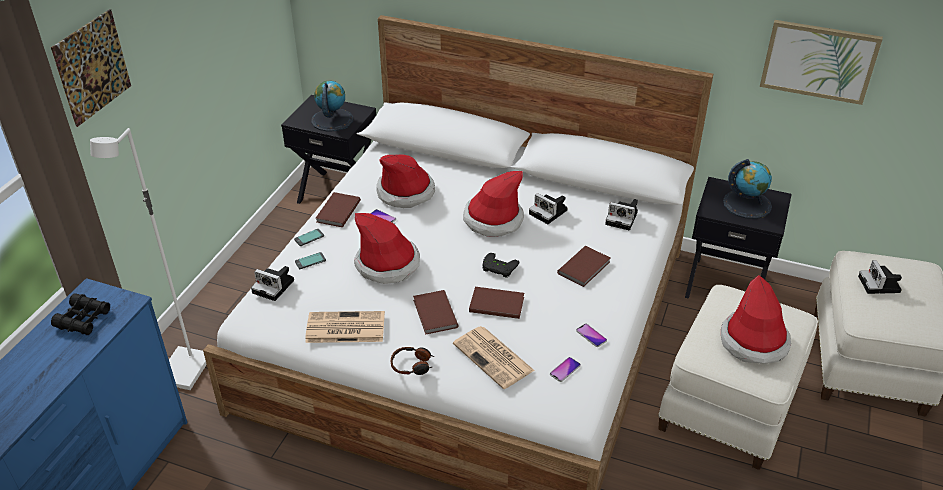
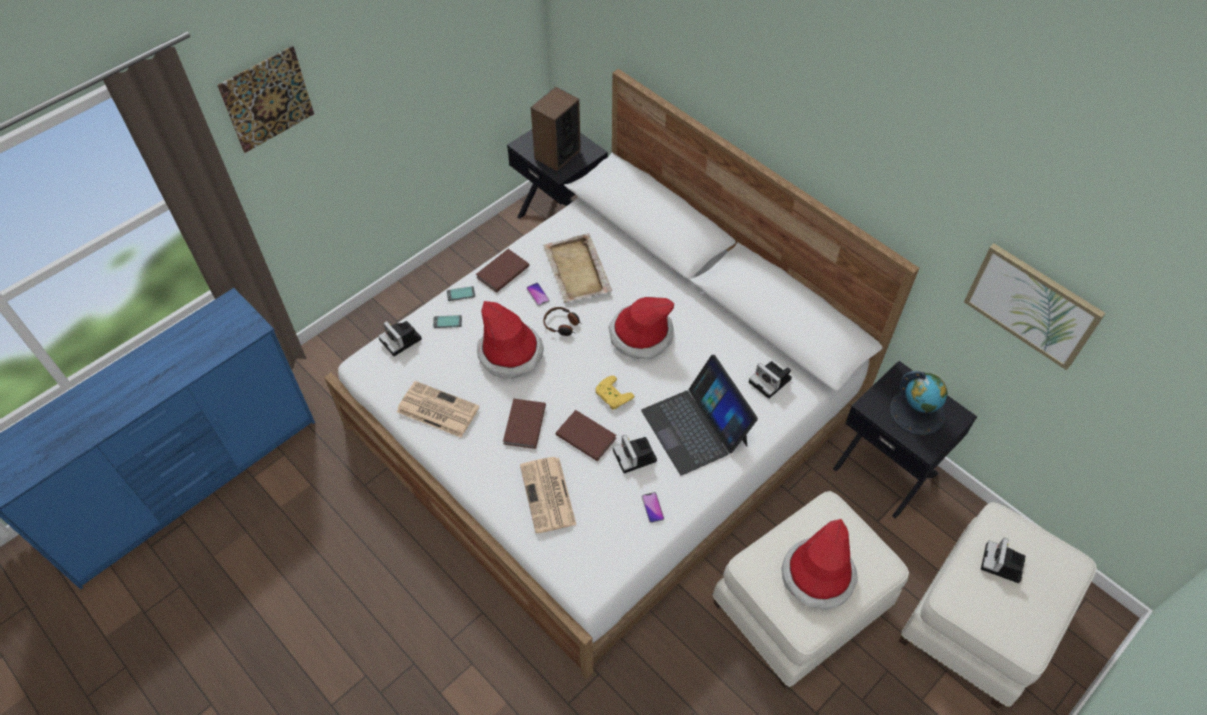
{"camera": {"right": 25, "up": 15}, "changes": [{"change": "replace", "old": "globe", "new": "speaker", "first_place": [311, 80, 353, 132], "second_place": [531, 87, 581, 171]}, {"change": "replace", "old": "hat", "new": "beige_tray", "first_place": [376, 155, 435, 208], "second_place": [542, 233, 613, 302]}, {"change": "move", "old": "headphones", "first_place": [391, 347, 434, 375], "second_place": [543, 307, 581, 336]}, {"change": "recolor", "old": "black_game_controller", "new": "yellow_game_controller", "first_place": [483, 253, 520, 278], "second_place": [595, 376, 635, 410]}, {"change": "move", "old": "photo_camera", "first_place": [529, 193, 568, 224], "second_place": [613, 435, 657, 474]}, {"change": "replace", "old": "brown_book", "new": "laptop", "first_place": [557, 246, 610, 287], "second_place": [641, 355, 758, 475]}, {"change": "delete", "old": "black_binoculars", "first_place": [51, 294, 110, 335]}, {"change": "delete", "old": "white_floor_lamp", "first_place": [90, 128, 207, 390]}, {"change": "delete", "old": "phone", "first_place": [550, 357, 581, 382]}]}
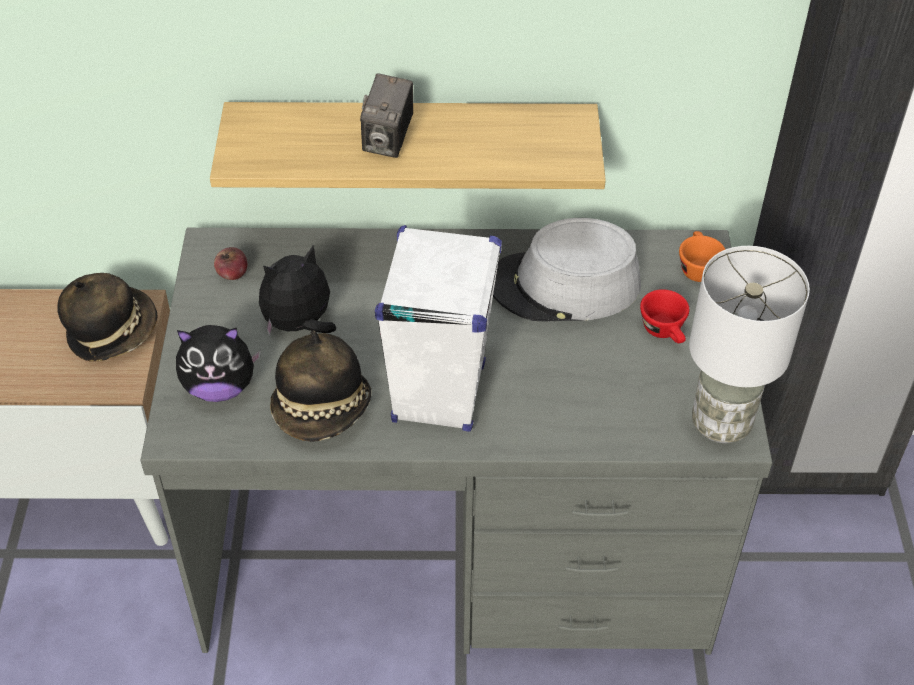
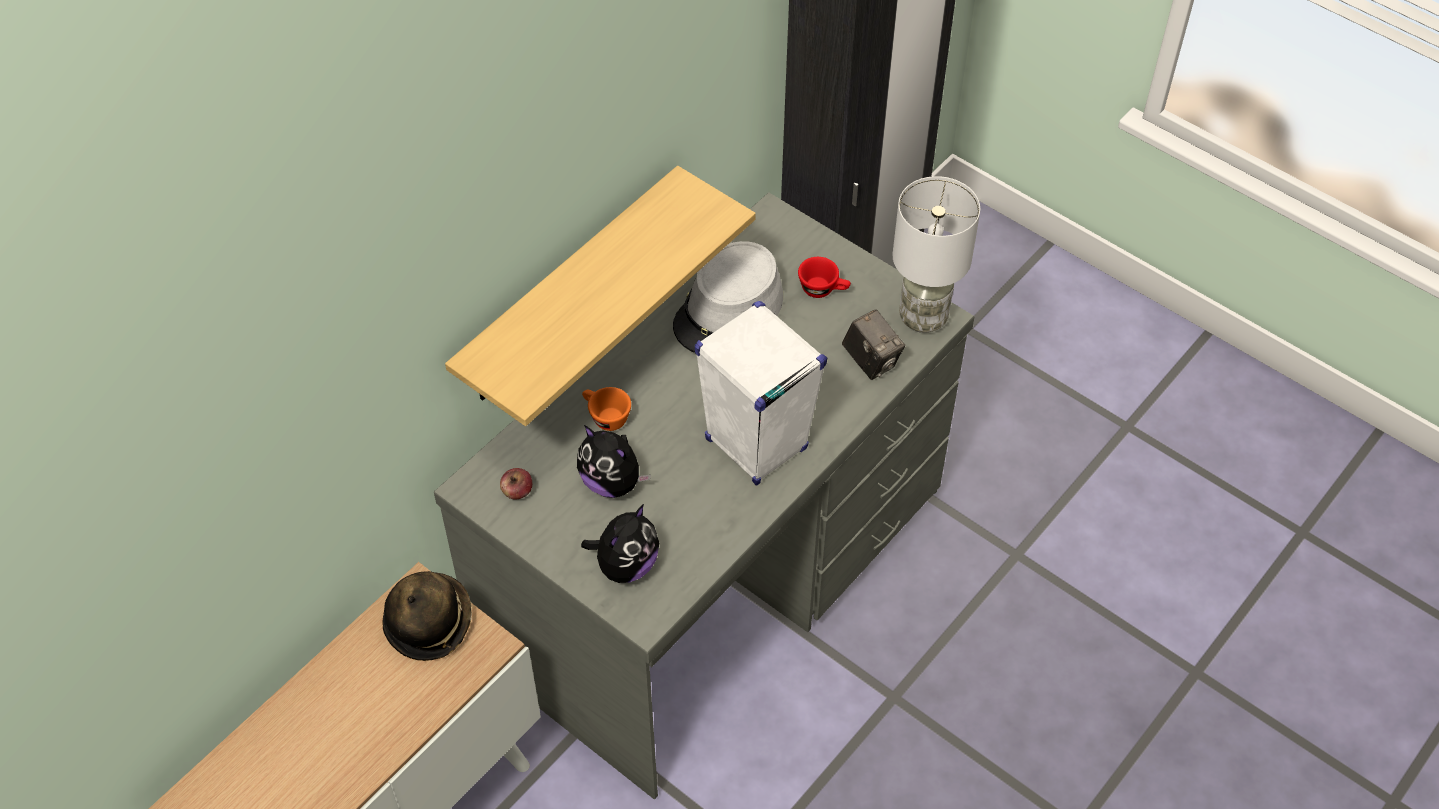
{"camera": {"right": -50, "up": 5}, "changes": [{"change": "rotate", "old": "plush_toy", "first_place": [259, 246, 336, 337], "second_place": [577, 425, 651, 498], "degrees": -60}, {"change": "move", "old": "orange_cup", "first_place": [679, 231, 726, 282], "second_place": [582, 387, 631, 431]}, {"change": "move", "old": "photo_camera", "first_place": [360, 73, 413, 158], "second_place": [842, 309, 905, 380]}, {"change": "delete", "old": "hat", "first_place": [270, 330, 371, 441]}]}
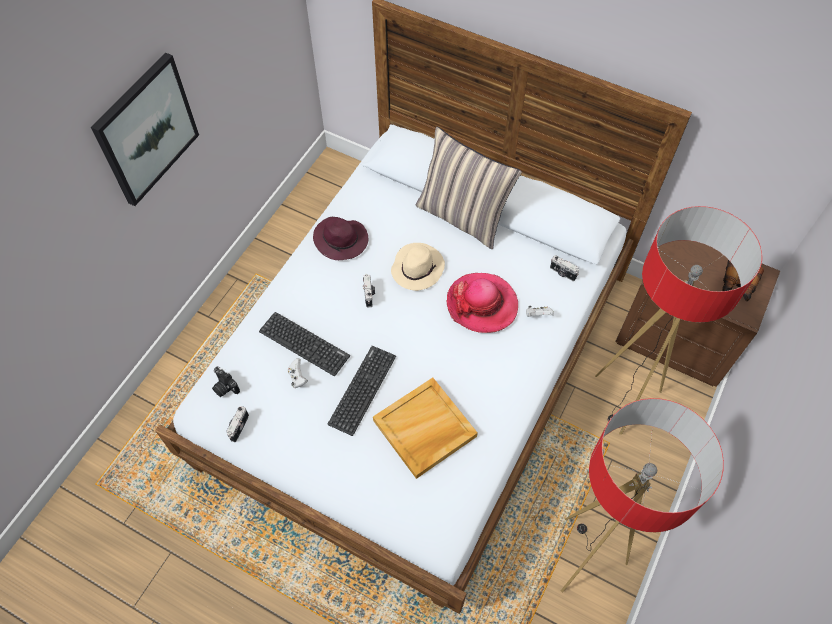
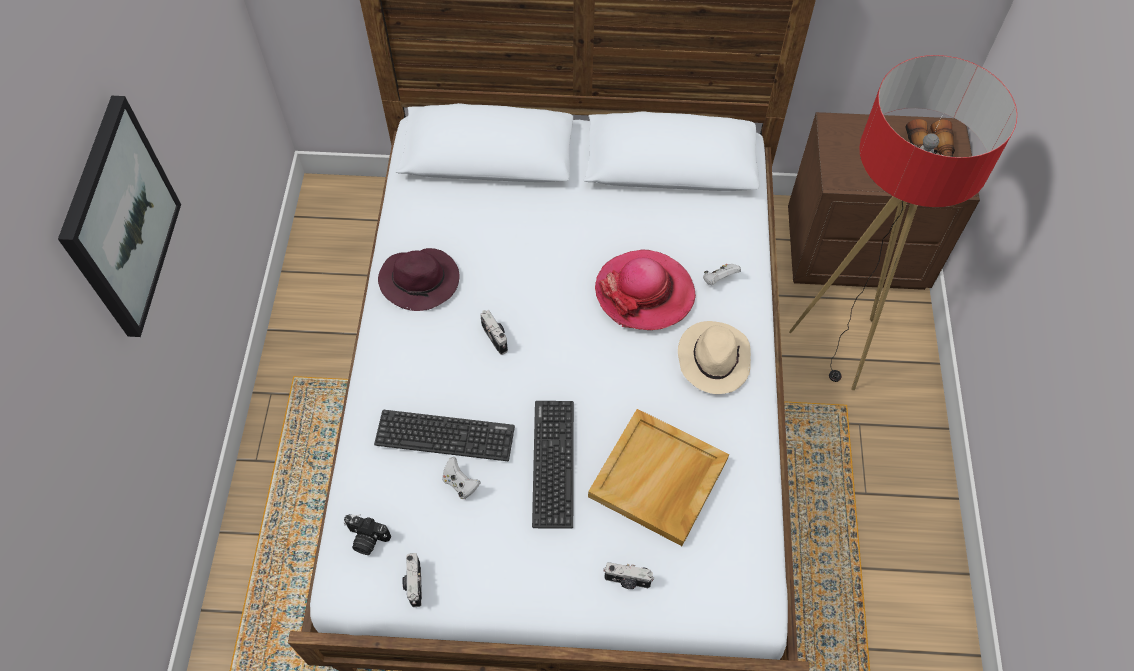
{"camera": {"right": -25, "up": 0}, "changes": [{"change": "move", "old": "photo_camera", "first_place": [550, 255, 579, 281], "second_place": [603, 562, 654, 589]}, {"change": "move", "old": "beige_hat", "first_place": [391, 243, 445, 291], "second_place": [678, 321, 751, 394]}, {"change": "delete", "old": "pillow", "first_place": [416, 127, 522, 249]}, {"change": "delete", "old": "floor_lamp", "first_place": [561, 398, 724, 593]}]}
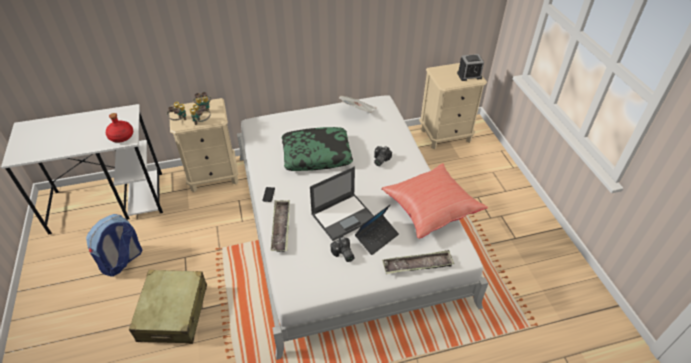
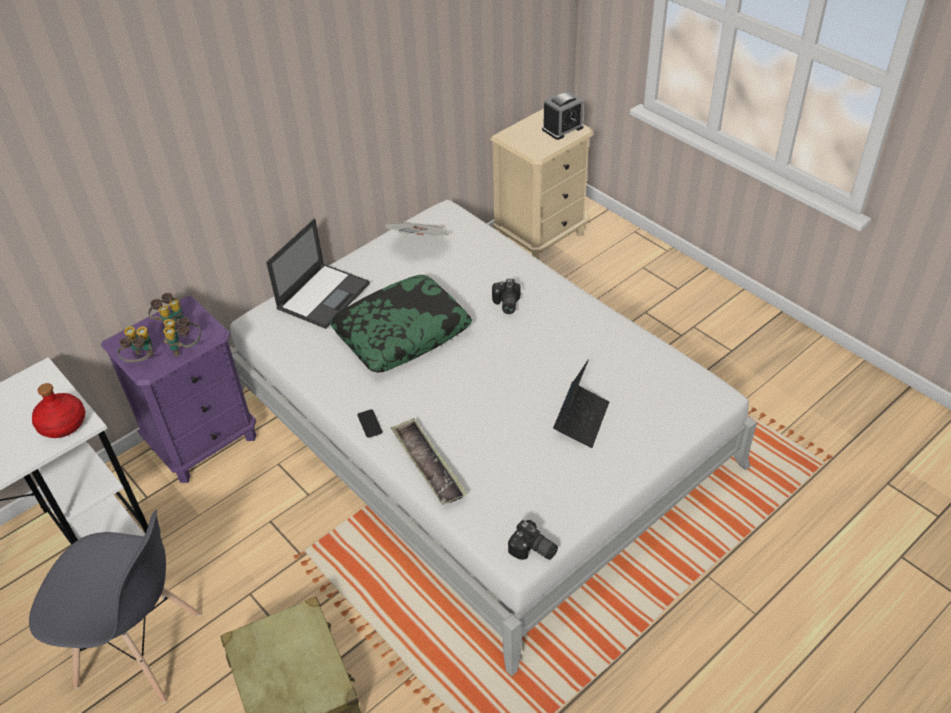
{"camera": {"right": -25, "up": 0}, "changes": [{"change": "replace", "old": "backpack", "new": "grey_chair", "first_place": [86, 214, 142, 276], "second_place": [29, 510, 200, 703]}, {"change": "recolor", "old": "beige_nightstand", "new": "purple_nightstand", "first_place": [169, 98, 239, 192], "second_place": [101, 295, 256, 483]}, {"change": "move", "old": "laptop", "first_place": [310, 167, 374, 241], "second_place": [266, 218, 370, 329]}, {"change": "move", "old": "photo_camera", "first_place": [331, 236, 354, 262], "second_place": [508, 520, 558, 560]}, {"change": "delete", "old": "red_pillow", "first_place": [381, 163, 488, 239]}, {"change": "delete", "old": "tray", "first_place": [382, 250, 454, 274]}]}
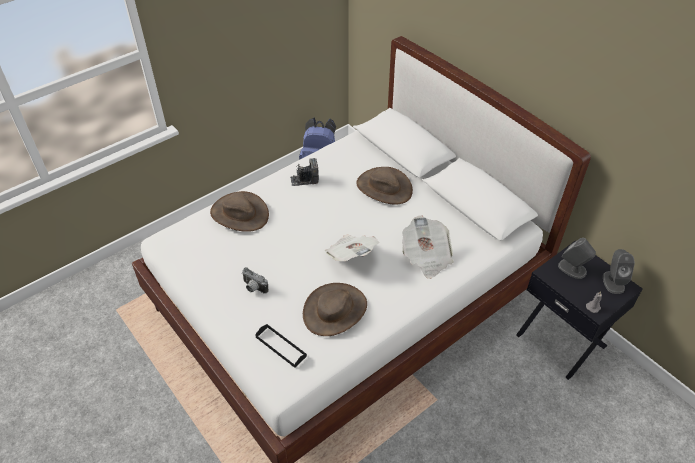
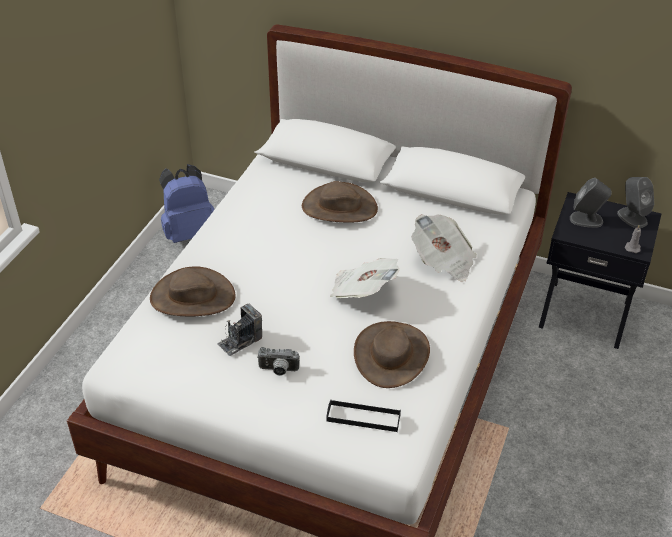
{"camera": {"right": -30, "up": -5}, "changes": [{"change": "move", "old": "photo_camera", "first_place": [291, 158, 319, 186], "second_place": [217, 304, 262, 356]}]}
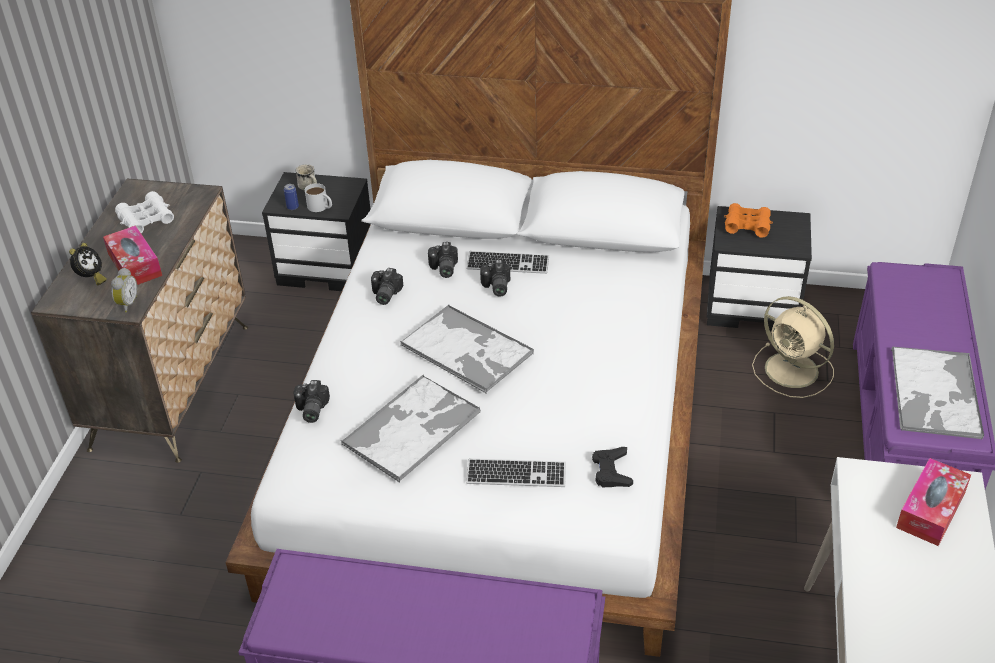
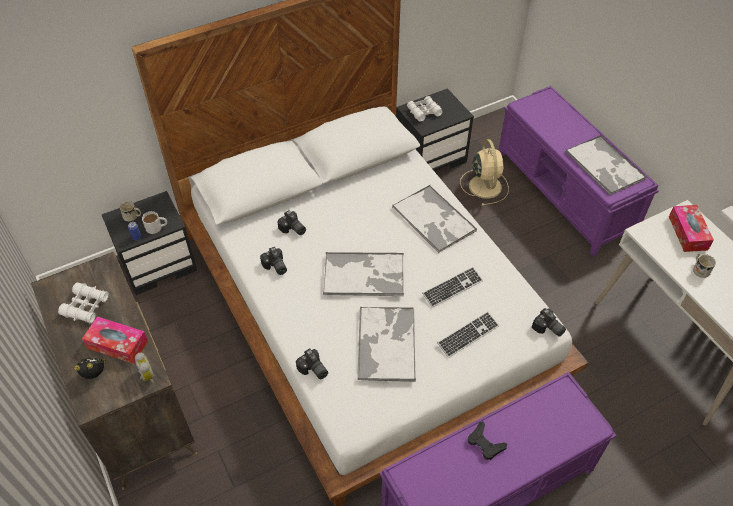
{"camera": {"right": -40, "up": 10}, "changes": [{"change": "rotate", "old": "alarm_clock", "first_place": [69, 243, 107, 285], "second_place": [74, 357, 106, 379], "degrees": -75}, {"change": "insert", "new": "tray", "second_place": [392, 185, 477, 253]}, {"change": "recolor", "old": "orange_binoculars", "new": "white_binoculars", "first_place": [724, 203, 773, 238], "second_place": [407, 96, 443, 122]}, {"change": "move", "old": "keyboard", "first_place": [467, 251, 549, 274], "second_place": [422, 267, 483, 308]}, {"change": "rotate", "old": "beige_fan", "first_place": [752, 296, 834, 398], "second_place": [460, 139, 509, 206], "degrees": -105}, {"change": "move", "old": "black_game_controller", "first_place": [592, 447, 633, 487], "second_place": [468, 421, 507, 460]}, {"change": "move", "old": "photo_camera", "first_place": [480, 259, 510, 297], "second_place": [532, 308, 566, 337]}, {"change": "insert", "new": "white_mug", "second_place": [693, 253, 716, 278]}]}
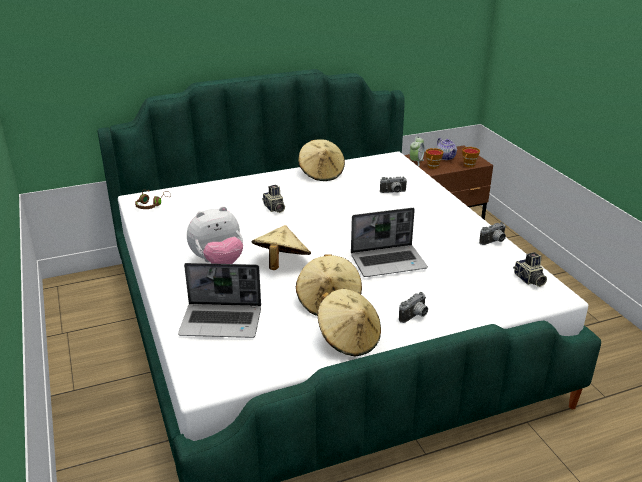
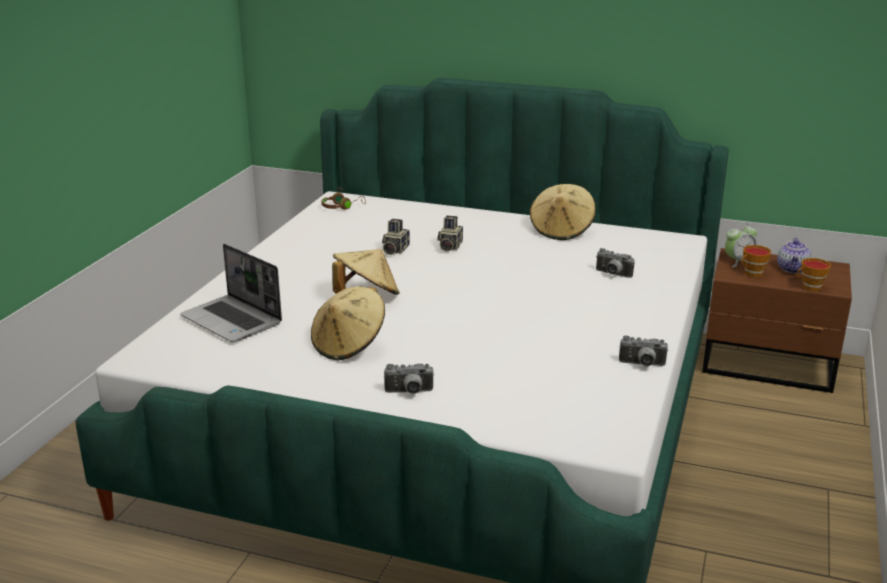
{"camera": {"right": 40, "up": -5}, "changes": [{"change": "move", "old": "photo_camera", "first_place": [513, 252, 547, 287], "second_place": [382, 219, 410, 255]}, {"change": "delete", "old": "plush_toy", "first_place": [187, 206, 243, 264]}, {"change": "delete", "old": "beige_hat", "first_place": [318, 289, 381, 356]}, {"change": "delete", "old": "laptop", "first_place": [351, 208, 428, 277]}]}
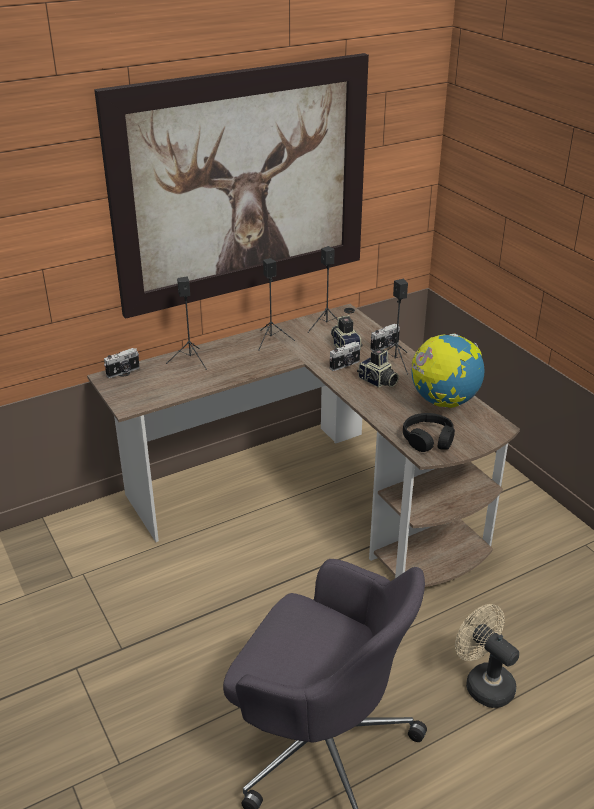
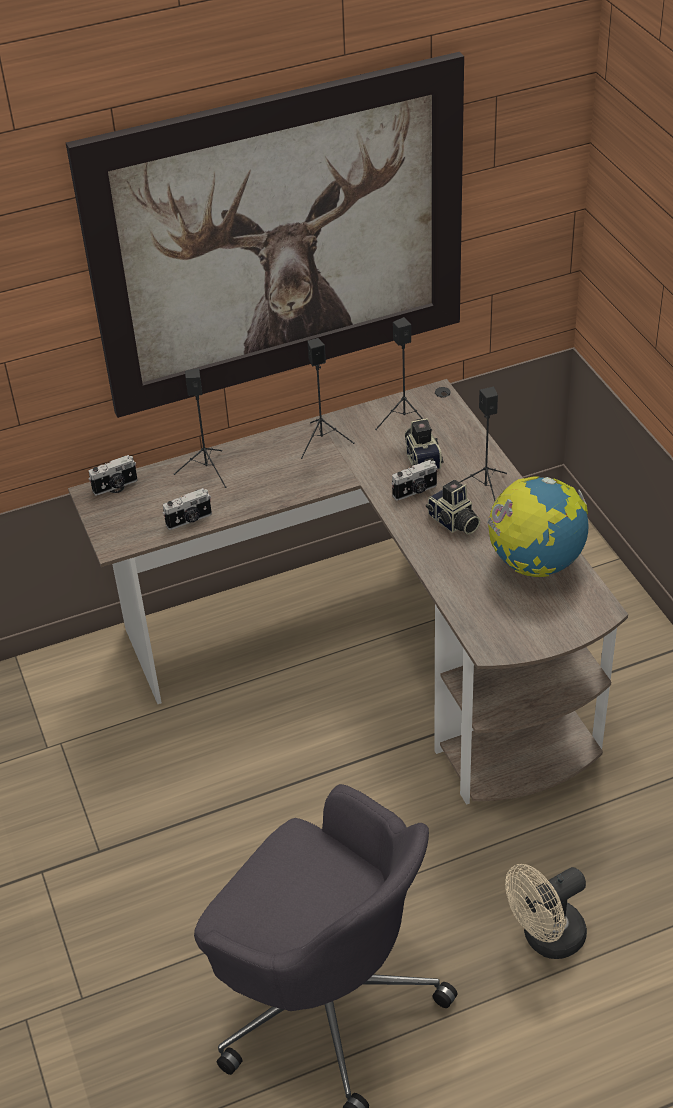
{"camera": {"right": 10, "up": 10}, "changes": [{"change": "move", "old": "photo_camera", "first_place": [370, 324, 400, 351], "second_place": [163, 488, 212, 530]}, {"change": "rotate", "old": "beige_fan", "first_place": [455, 604, 519, 708], "second_place": [505, 864, 587, 959], "degrees": -90}, {"change": "delete", "old": "black_headphones", "first_place": [403, 413, 455, 452]}]}
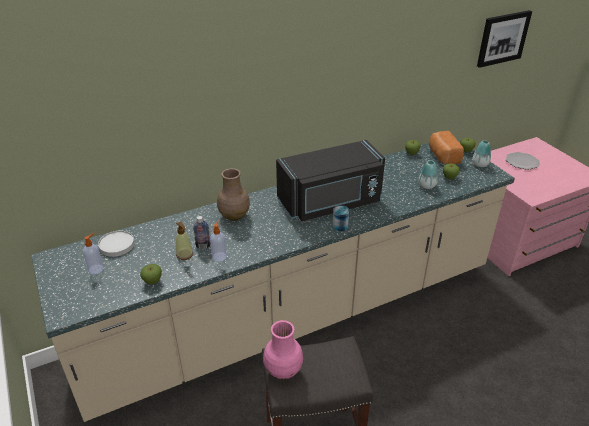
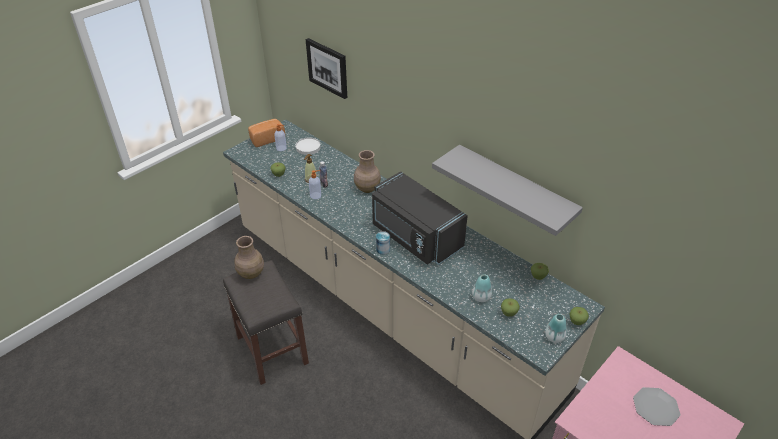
{"camera": {"right": 70, "up": 5}, "changes": [{"change": "recolor", "old": "pink_vase", "new": "brown_vase", "first_place": [263, 320, 303, 379], "second_place": [234, 236, 264, 279]}, {"change": "move", "old": "bread", "first_place": [429, 131, 464, 164], "second_place": [248, 119, 285, 147]}, {"change": "move", "old": "picture", "first_place": [477, 10, 532, 68], "second_place": [306, 38, 347, 99]}, {"change": "insert", "new": "grey_shelf", "second_place": [432, 145, 583, 236]}]}
